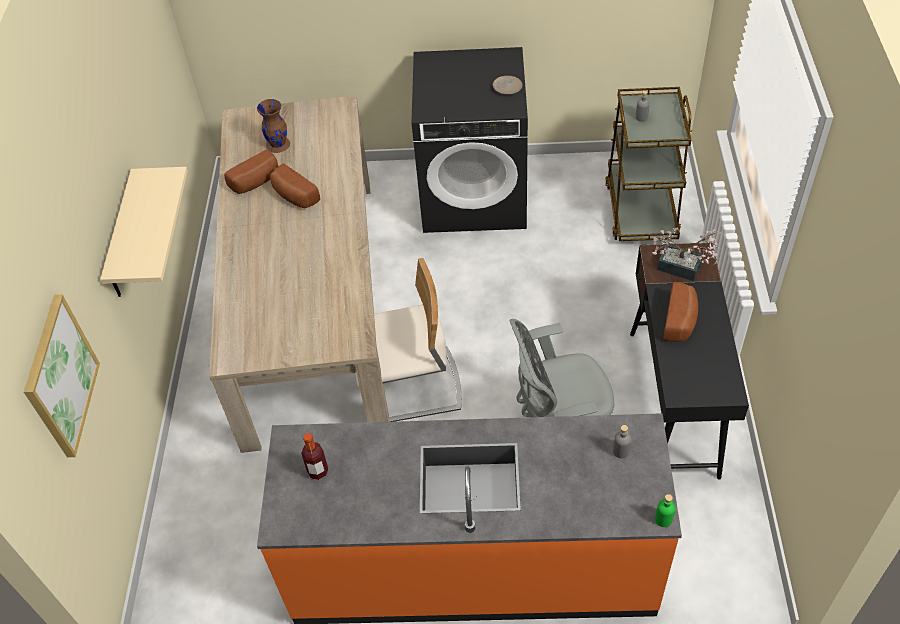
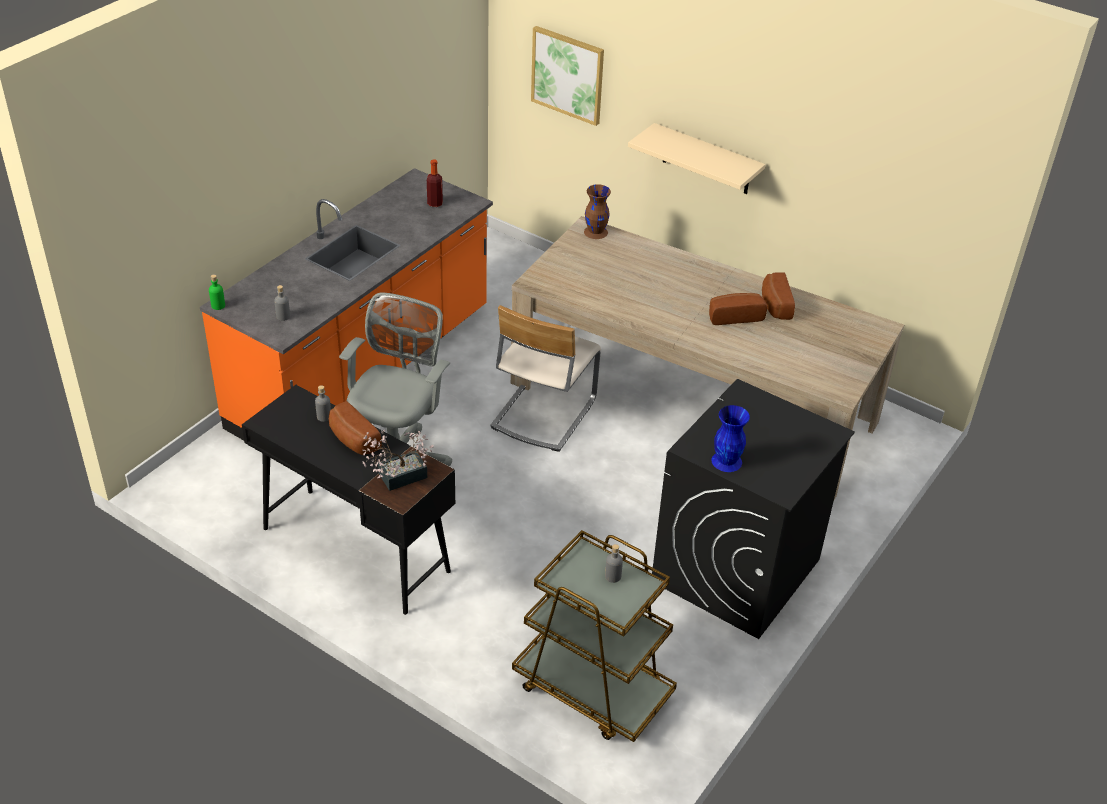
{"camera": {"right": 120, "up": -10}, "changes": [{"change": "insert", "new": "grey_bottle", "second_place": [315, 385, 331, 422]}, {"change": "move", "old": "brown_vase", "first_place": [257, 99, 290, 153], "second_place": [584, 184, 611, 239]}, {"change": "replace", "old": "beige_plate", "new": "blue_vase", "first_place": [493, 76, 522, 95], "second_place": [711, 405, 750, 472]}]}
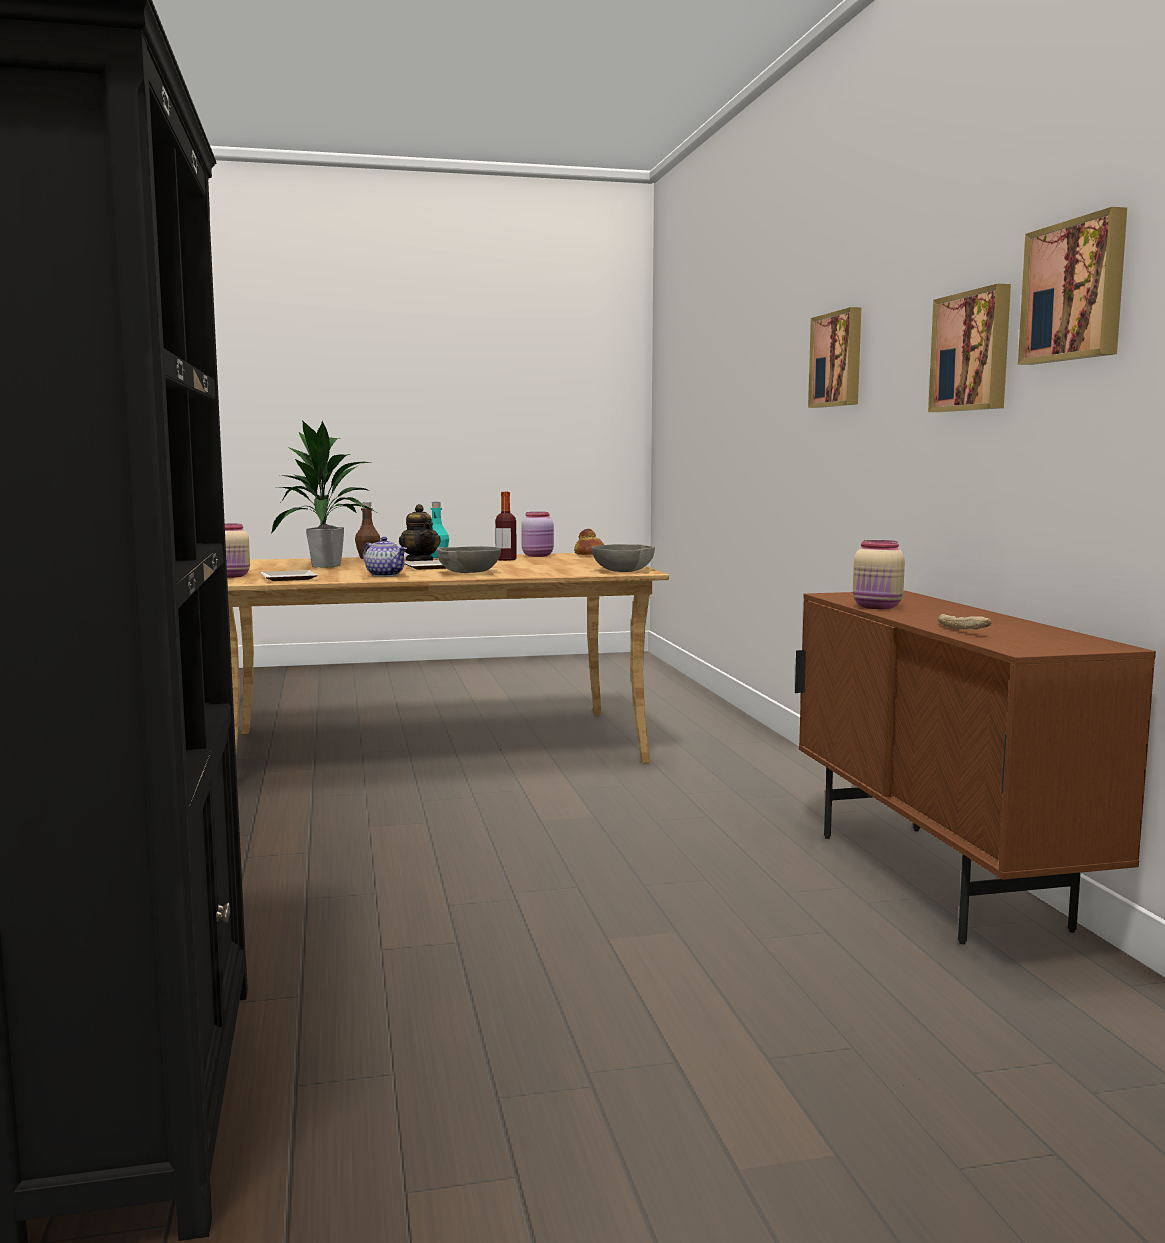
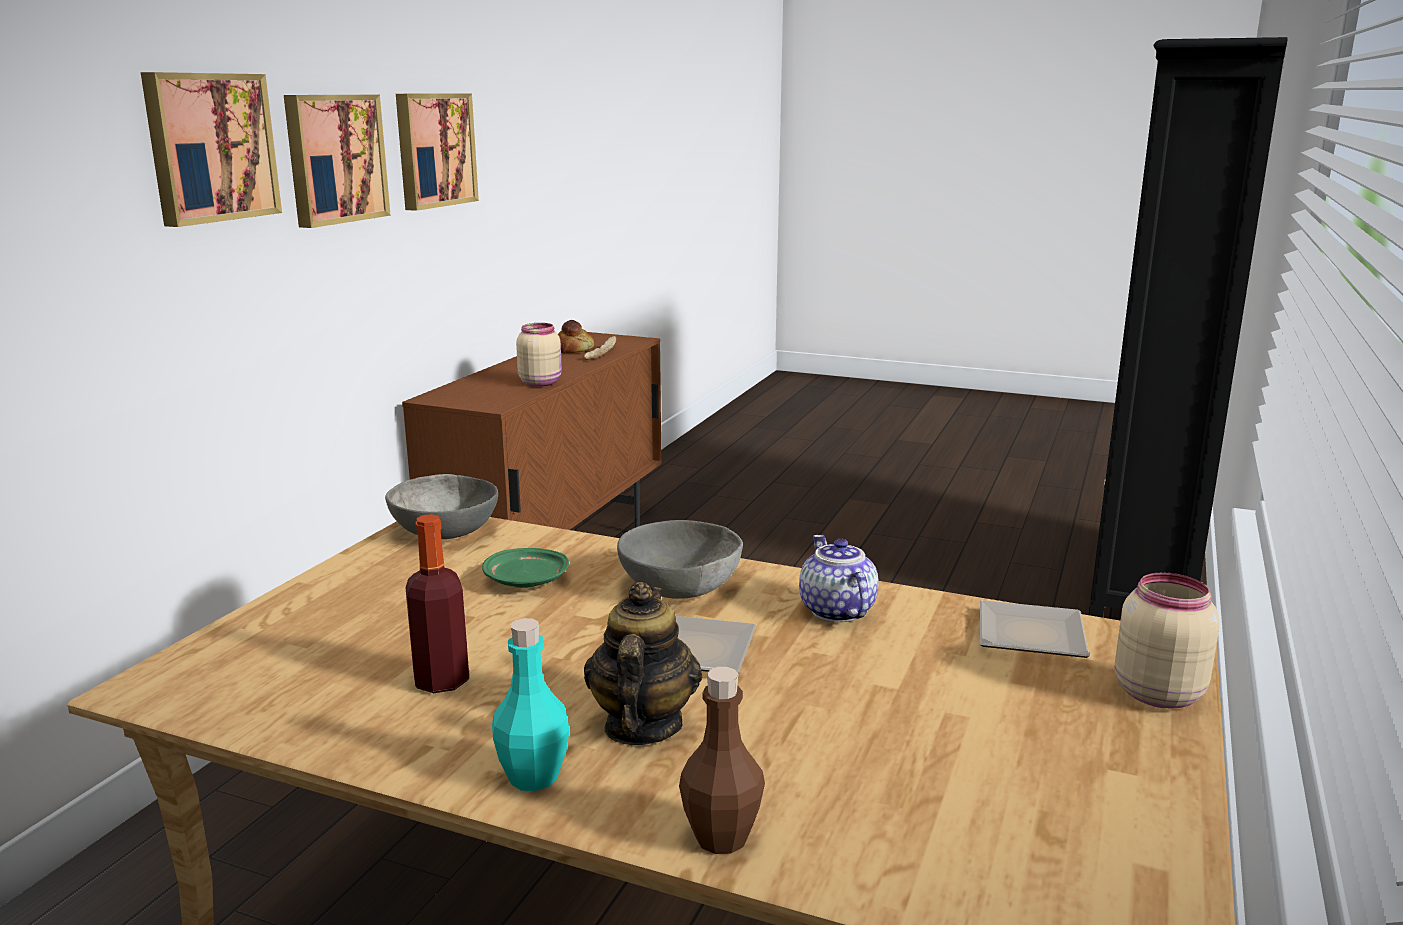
{"camera": {"right": -145, "up": 10}, "changes": [{"change": "move", "old": "picture", "first_place": [1018, 207, 1127, 365], "second_place": [284, 95, 391, 228]}, {"change": "insert", "new": "green_plate", "second_place": [482, 548, 569, 588]}, {"change": "move", "old": "bread", "first_place": [574, 529, 604, 555], "second_place": [558, 320, 595, 353]}, {"change": "delete", "old": "potted_plant", "first_place": [271, 420, 374, 568]}, {"change": "delete", "old": "pink_jar", "first_place": [521, 512, 554, 557]}]}
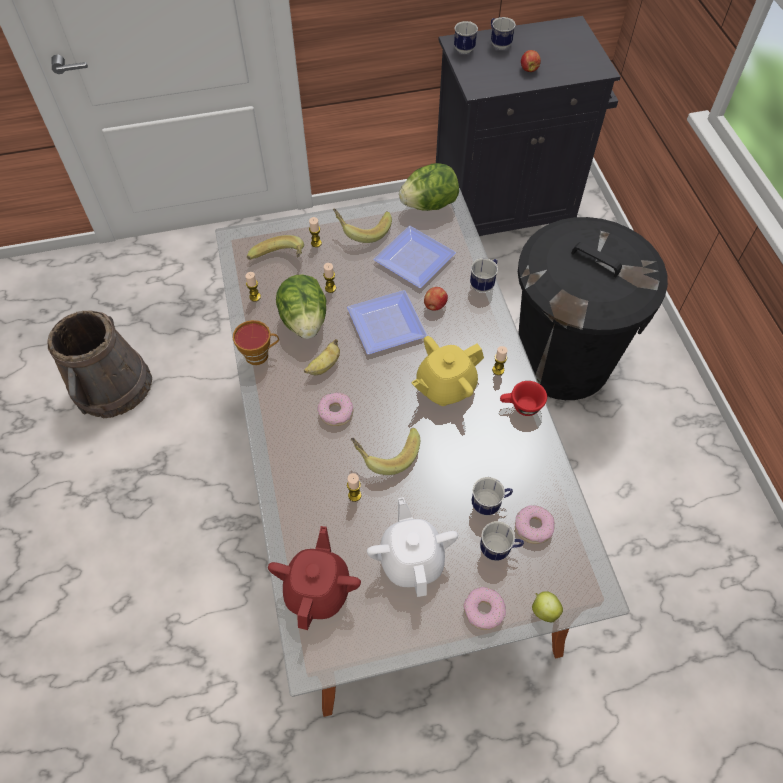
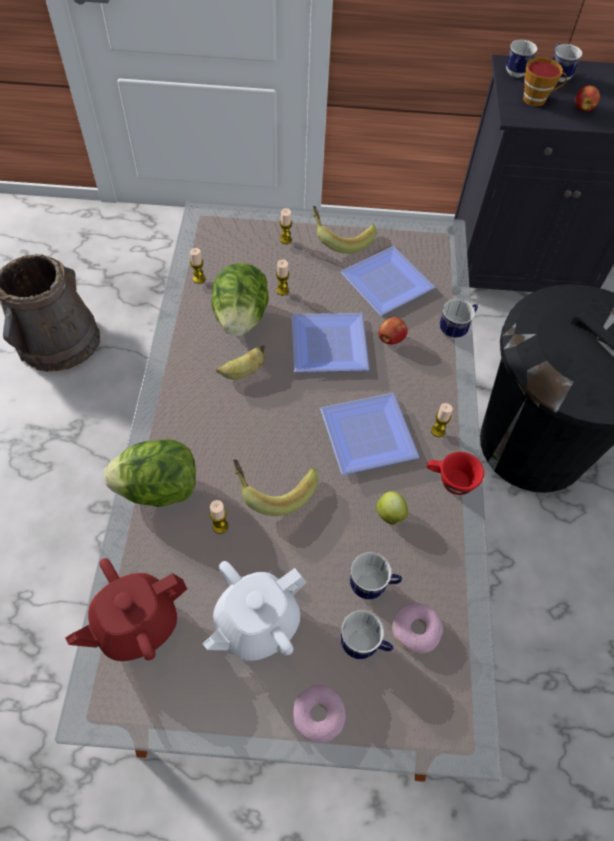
{"camera": {"right": 15, "up": 0}, "changes": [{"change": "rotate", "old": "red_teapot", "first_place": [268, 526, 361, 630], "second_place": [65, 558, 187, 661], "degrees": -150}, {"change": "move", "old": "lettuce", "first_place": [399, 163, 459, 211], "second_place": [104, 439, 196, 507]}, {"change": "rotate", "old": "white_teapot", "first_place": [367, 497, 458, 597], "second_place": [202, 561, 307, 661], "degrees": -135}, {"change": "replace", "old": "yellow_teapot", "new": "plate", "first_place": [411, 336, 484, 406], "second_place": [320, 393, 419, 475]}, {"change": "move", "old": "apple", "first_place": [532, 591, 563, 622], "second_place": [376, 491, 408, 525]}, {"change": "move", "old": "cup", "first_place": [233, 320, 279, 365], "second_place": [523, 57, 567, 106]}, {"change": "delete", "old": "banana", "first_place": [247, 235, 304, 260]}, {"change": "delete", "old": "donut", "first_place": [317, 393, 354, 426]}]}
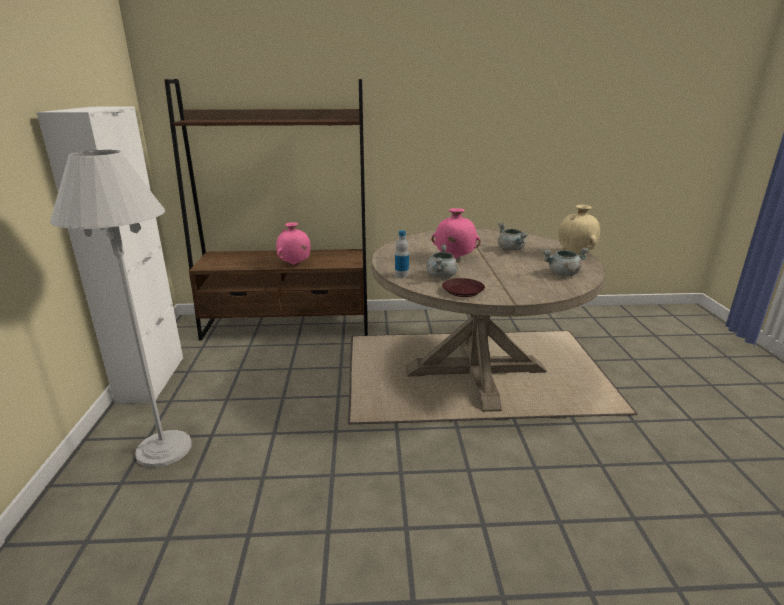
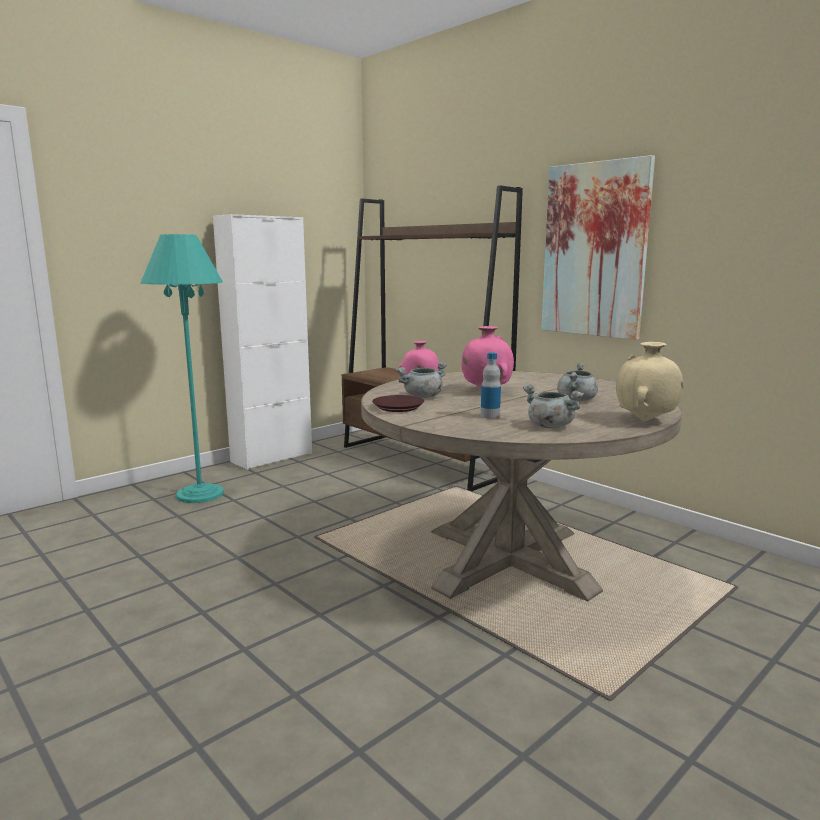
{"camera": {"right": 50, "up": -10}, "changes": [{"change": "recolor", "old": "white_floor_lamp", "new": "turquoise_floor_lamp", "first_place": [50, 150, 192, 468], "second_place": [141, 234, 224, 503]}, {"change": "move", "old": "bottle", "first_place": [395, 230, 409, 278], "second_place": [481, 352, 501, 419]}, {"change": "insert", "new": "picture", "second_place": [541, 155, 655, 340]}]}
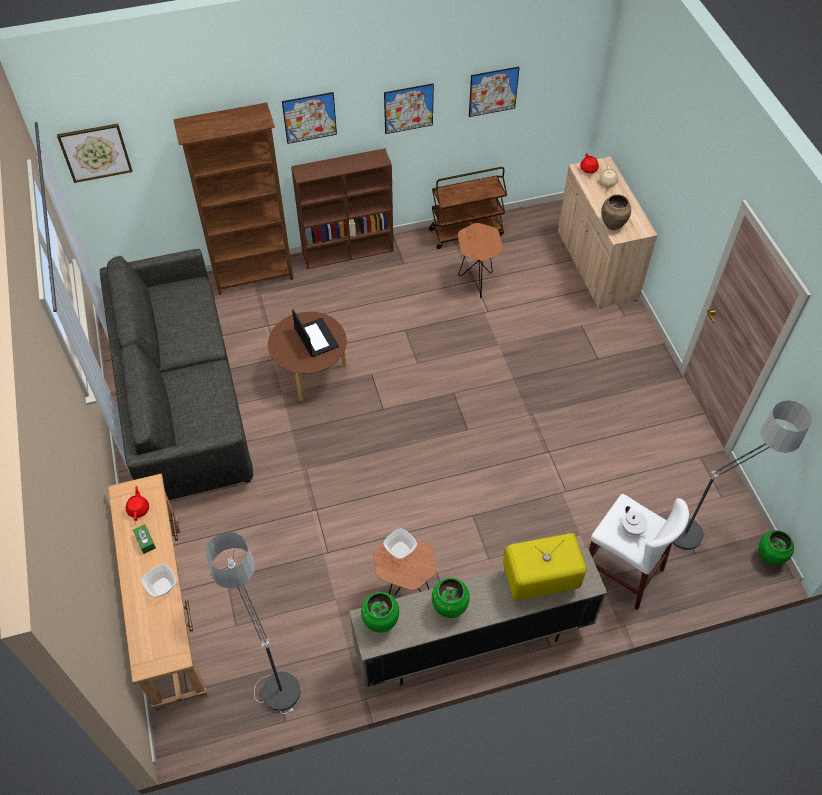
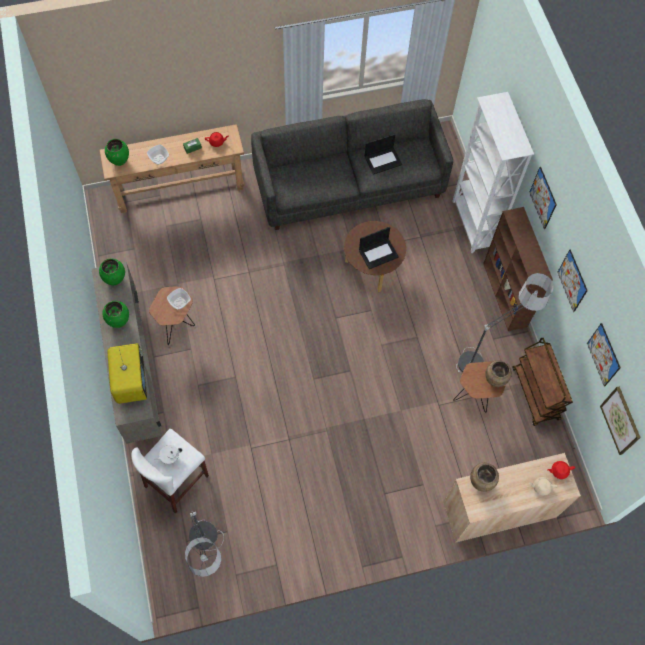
{"camera": {"right": 90, "up": 10}, "changes": [{"change": "move", "old": "green_vase", "first_place": [759, 530, 794, 565], "second_place": [105, 139, 129, 166]}, {"change": "insert", "new": "laptop", "second_place": [365, 134, 402, 175]}, {"change": "recolor", "old": "brown_bookcase", "new": "white_bookcase", "first_place": [173, 103, 293, 295], "second_place": [452, 92, 534, 253]}, {"change": "move", "old": "floor_lamp", "first_place": [206, 532, 301, 714], "second_place": [456, 273, 553, 372]}, {"change": "insert", "new": "brown_vase", "second_place": [485, 360, 512, 387]}, {"change": "move", "old": "picture", "first_place": [57, 124, 133, 183], "second_place": [600, 386, 641, 455]}]}
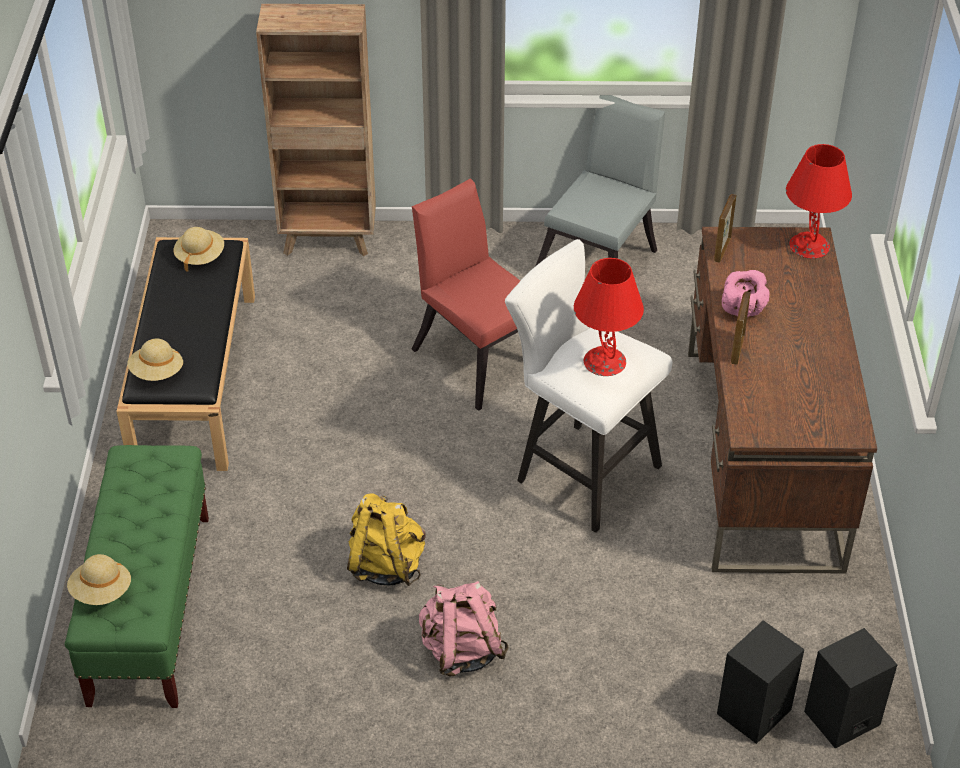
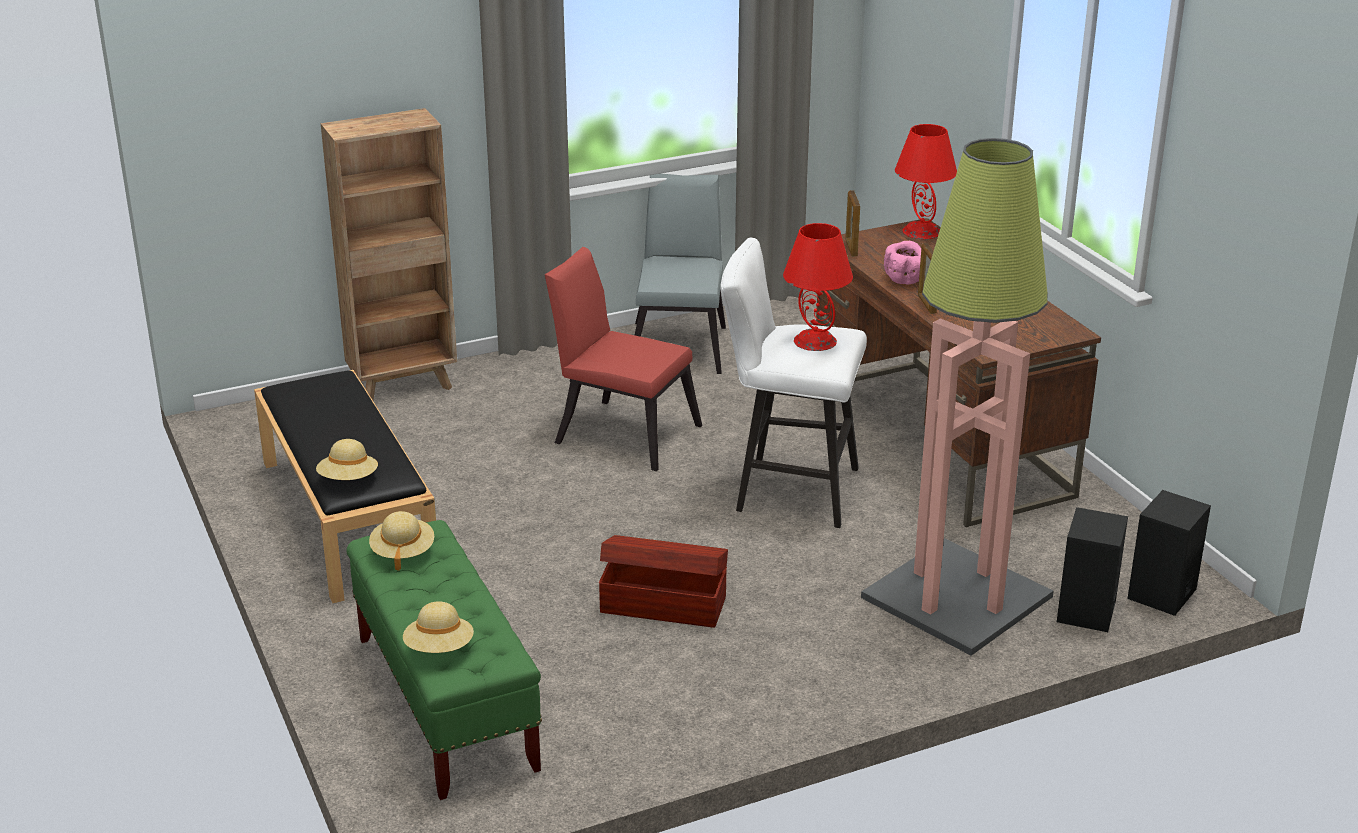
{"camera": {"right": -25, "up": -15}, "changes": [{"change": "move", "old": "beige_hat", "first_place": [174, 227, 224, 272], "second_place": [369, 511, 434, 571]}, {"change": "replace", "old": "yellow_backpack", "new": "brown_storage_box", "first_place": [347, 493, 426, 586], "second_place": [599, 535, 728, 628]}, {"change": "insert", "new": "floor_lamp", "second_place": [861, 138, 1054, 656]}, {"change": "delete", "old": "pink_backpack", "first_place": [419, 581, 509, 676]}]}
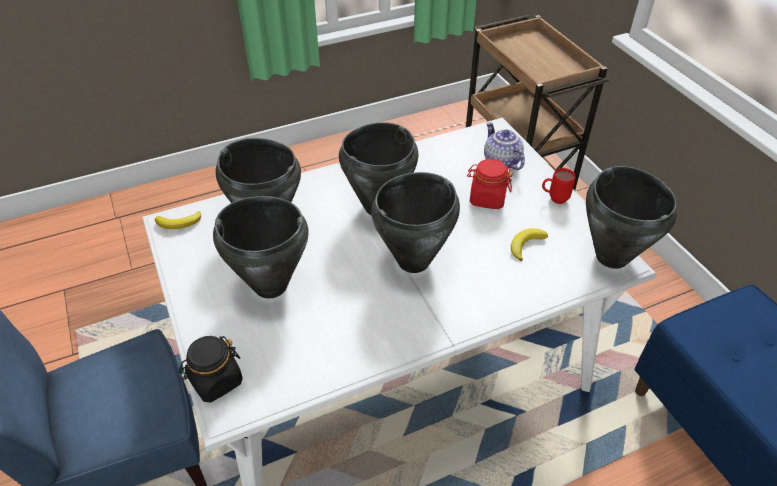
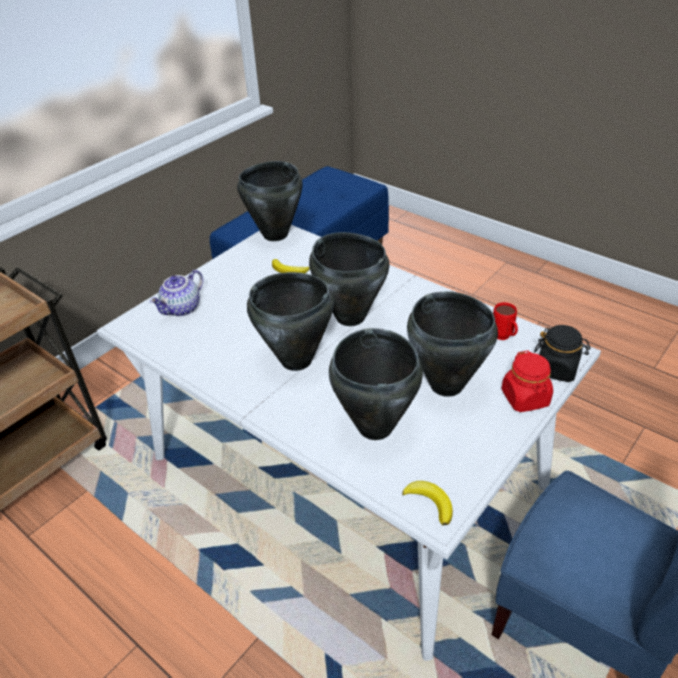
{"camera": {"right": -115, "up": -5}, "changes": [{"change": "move", "old": "red_mug", "first_place": [542, 168, 576, 204], "second_place": [493, 302, 518, 340]}, {"change": "move", "old": "red_jar", "first_place": [467, 159, 513, 209], "second_place": [501, 350, 553, 412]}]}
